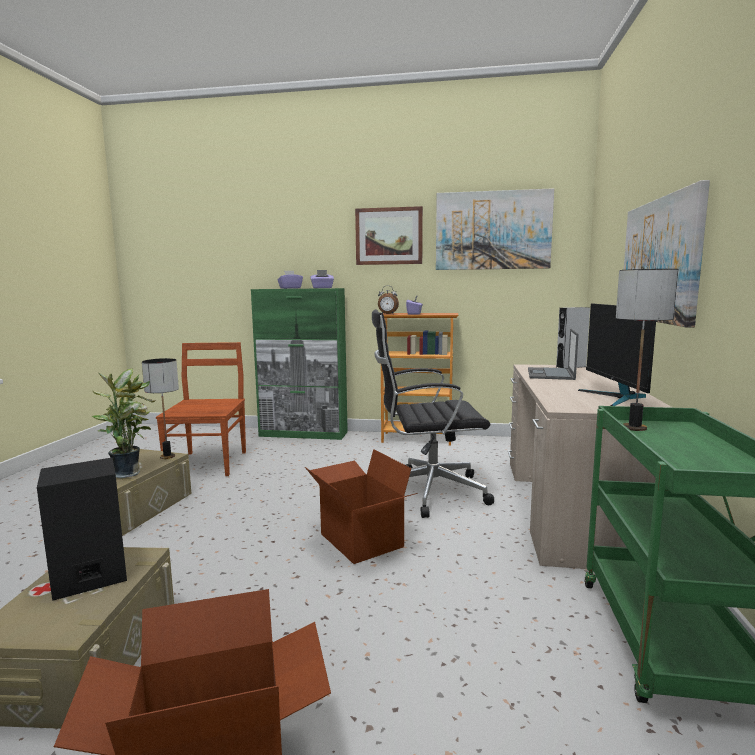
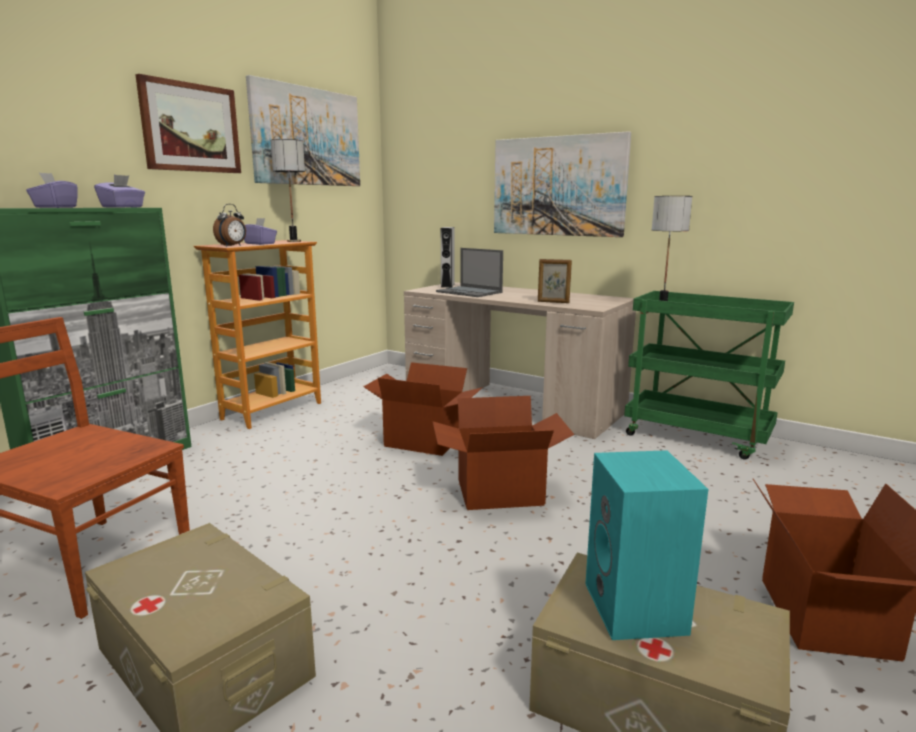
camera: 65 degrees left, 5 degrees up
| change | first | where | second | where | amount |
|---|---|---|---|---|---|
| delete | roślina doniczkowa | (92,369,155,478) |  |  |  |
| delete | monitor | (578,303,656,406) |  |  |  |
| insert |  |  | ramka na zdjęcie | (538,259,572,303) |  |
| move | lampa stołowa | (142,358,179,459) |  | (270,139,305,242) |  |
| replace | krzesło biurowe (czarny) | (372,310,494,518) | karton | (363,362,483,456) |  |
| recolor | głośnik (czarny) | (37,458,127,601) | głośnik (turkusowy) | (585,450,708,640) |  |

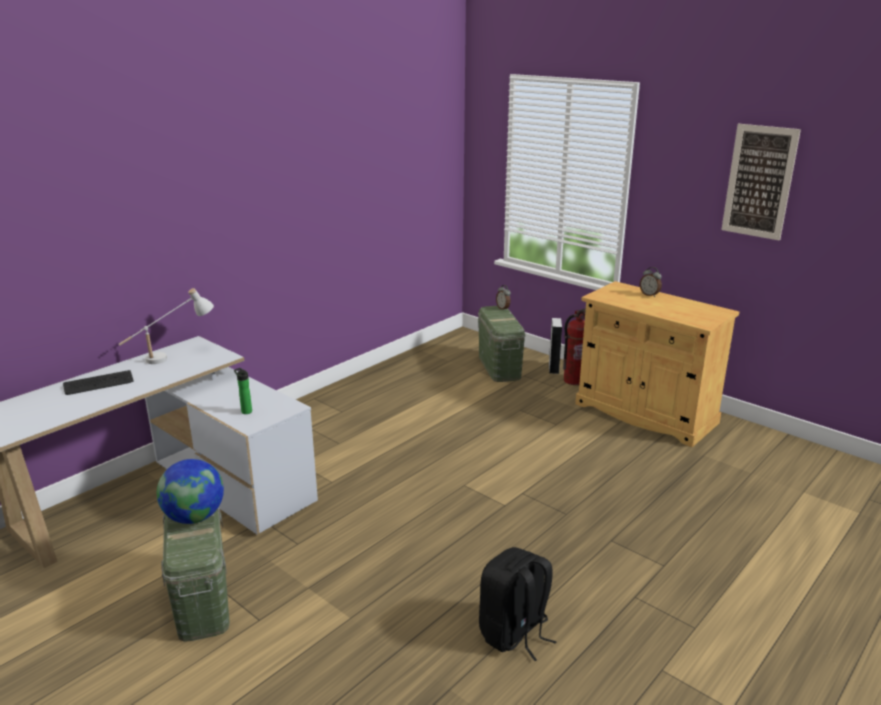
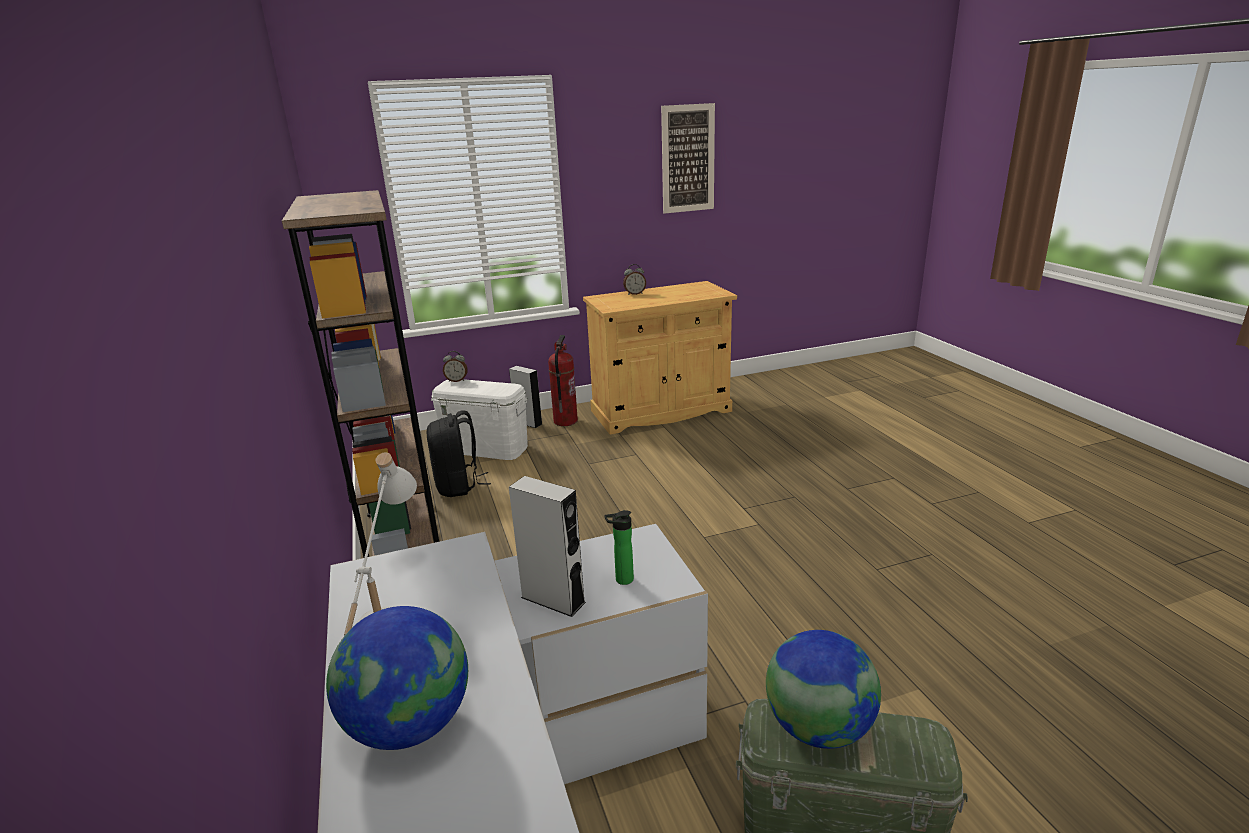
camera: 60 degrees left, 0 degrees up
| change | first | where | second | where | amount |
|---|---|---|---|---|---|
| insert |  |  | regał (brązowy) | (282,190,439,557) |  |
| insert |  |  | głośnik (szary) | (509,476,586,617) |  |
| move | plecak (czarny) | (479,547,557,661) |  | (427,410,491,497) |  |
| replace | klawiatura | (63,370,133,395) | globus | (326,606,468,750) |  |
| recolor | pojemnik do przechowywania (zielony) | (478,306,525,382) | pojemnik do przechowywania (biały) | (431,379,528,460) |  |

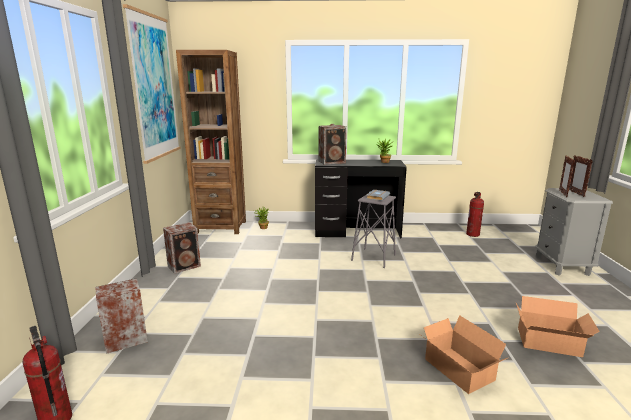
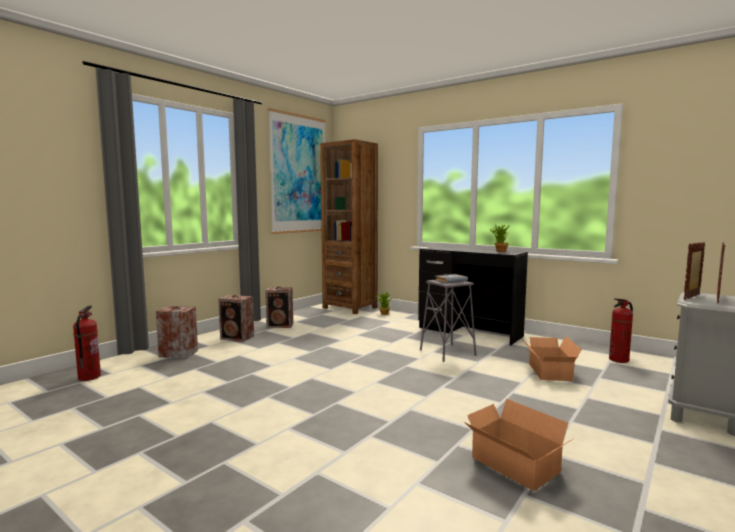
camera: 35 degrees right, 10 degrees down
| change | first | where | second | where | amount |
|---|---|---|---|---|---|
| move | głośnik | (319,124,347,165) |  | (218,295,254,342) |  |
| move | karton | (422,315,507,394) |  | (520,336,582,381) |  |

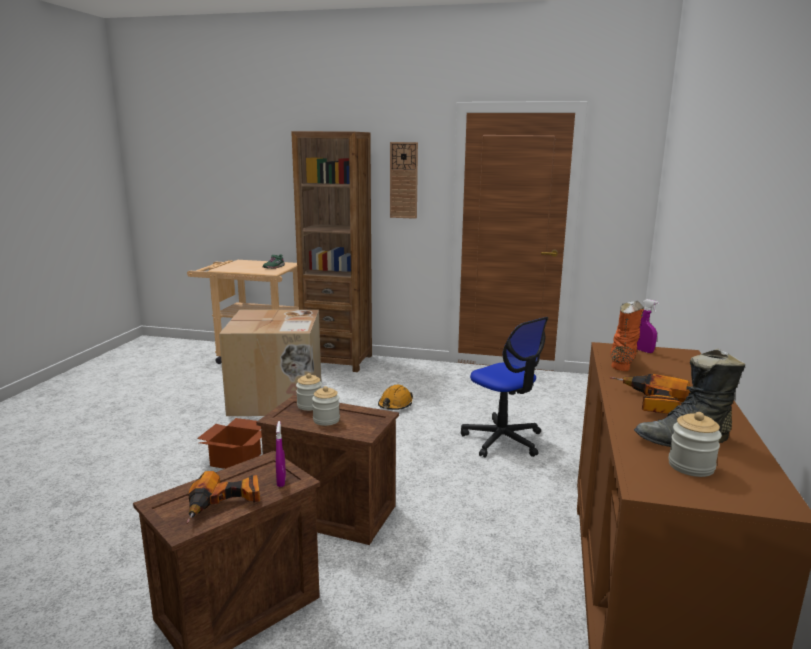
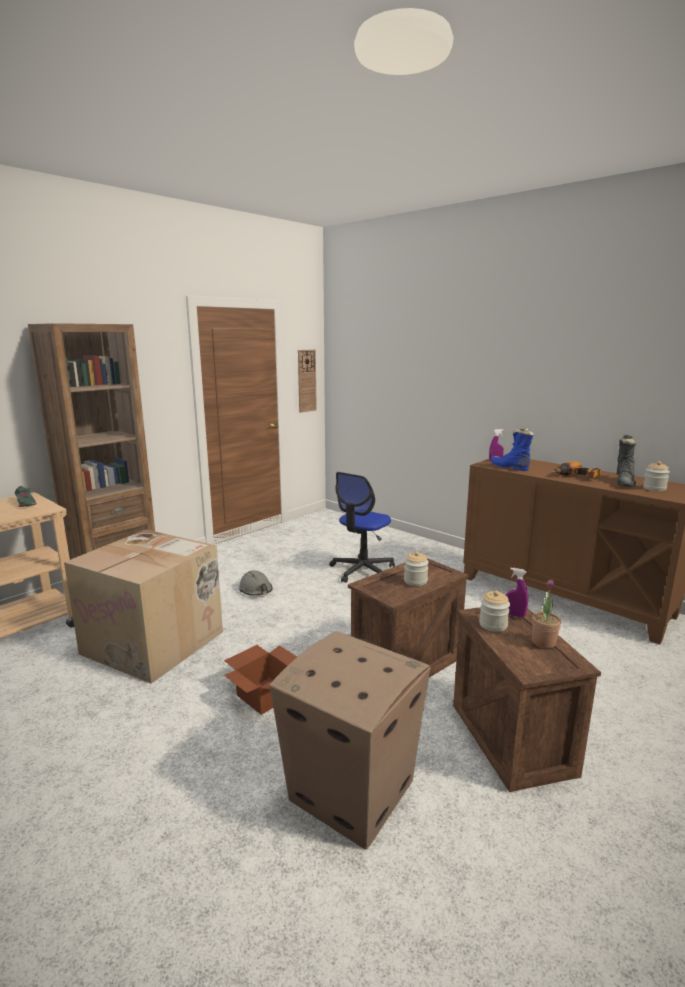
camera: 60 degrees left, 0 degrees up
| change | first | where | second | where | amount |
|---|---|---|---|---|---|
| insert |  |  | karton | (269,631,430,850) |  |
| move | słoik | (296,373,322,411) |  | (479,590,510,632) |  |
| move | zegar ścienny | (390,142,418,219) |  | (298,349,317,413) |  |
| replace | wiertarka | (186,471,260,524) | roślina doniczkowa | (532,580,561,648) |  |
| recolor | kask (pomarańczowy) | (378,384,413,410) | kask (szary) | (239,570,273,596) |  |
| recolor | but z cholewką (pomarańczowy) | (611,301,644,371) | but z cholewką (niebieski) | (491,428,534,471) |  |
| rotate | krzesło biurowe | (461,317,548,457) |  | (329,472,395,583) | 135 degrees clockwise |

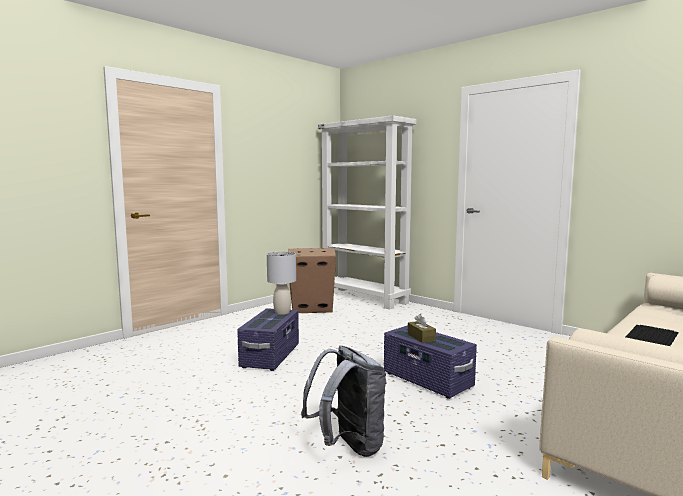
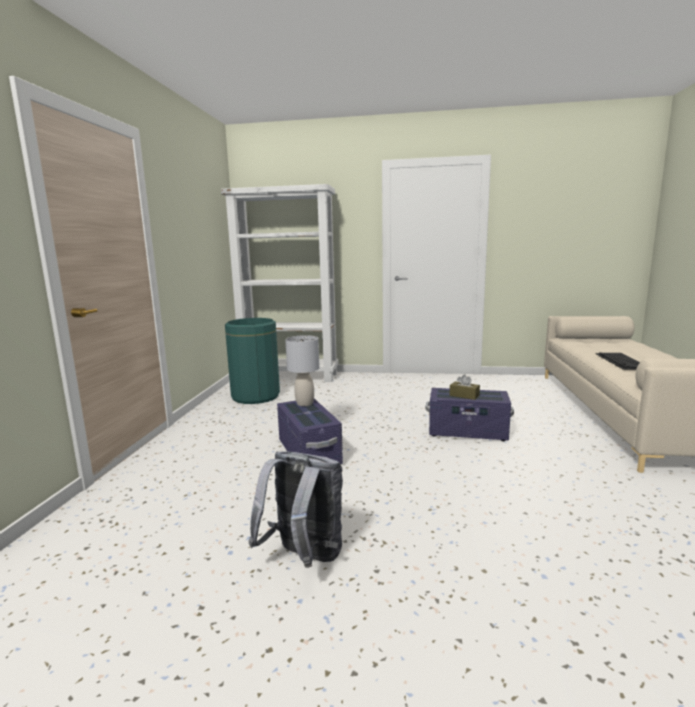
camera: 35 degrees left, 5 degrees up
| change | first | where | second | where | amount |
|---|---|---|---|---|---|
| move | plecak (szary) | (301,345,387,457) |  | (249,451,343,568) |  |
| replace | karton | (288,248,336,313) | kosz na śmieci (zielony) | (225,318,280,404) |  |

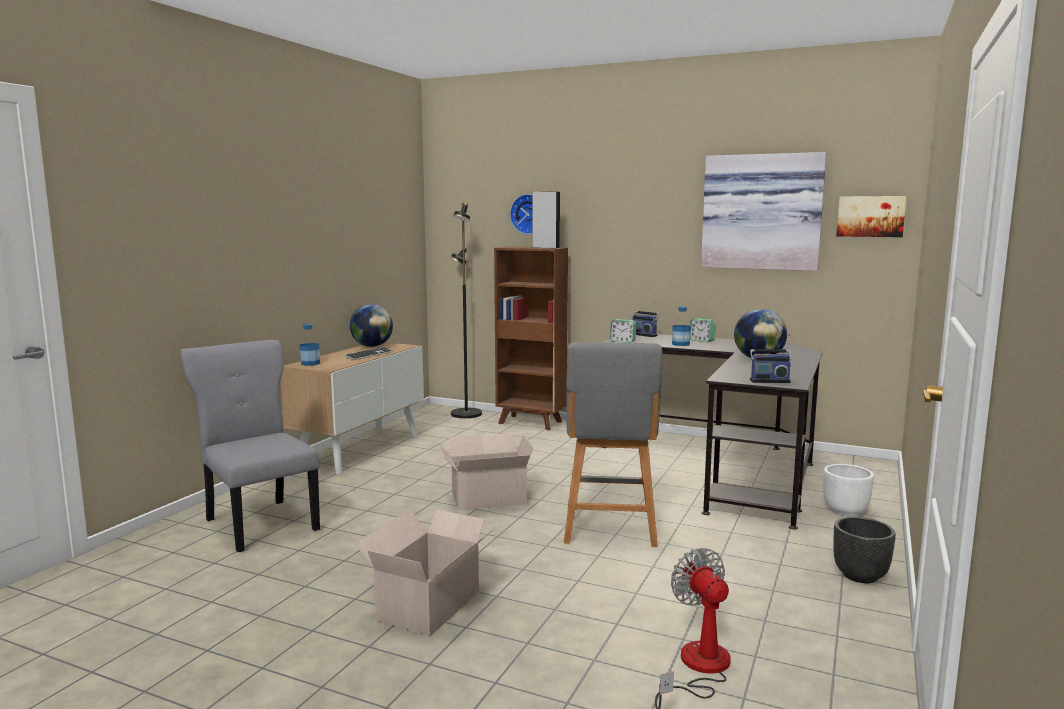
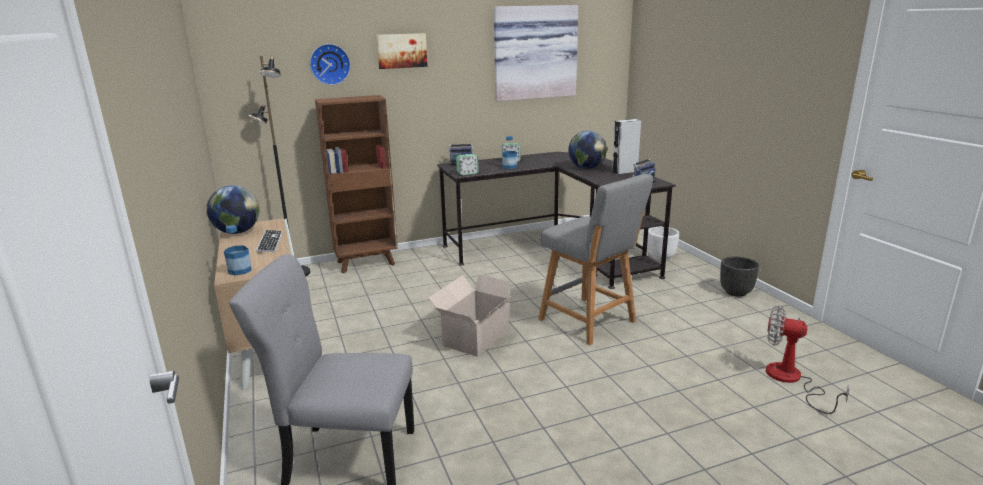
camera: 45 degrees left, 10 degrees up
| change | first | where | second | where | amount |
|---|---|---|---|---|---|
| delete | karton | (355,509,496,636) |  |  |  |
| move | głośnik (szary) | (532,192,560,248) |  | (612,119,641,175) |  |
| move | obraz | (836,196,906,237) |  | (376,33,428,69) |  |

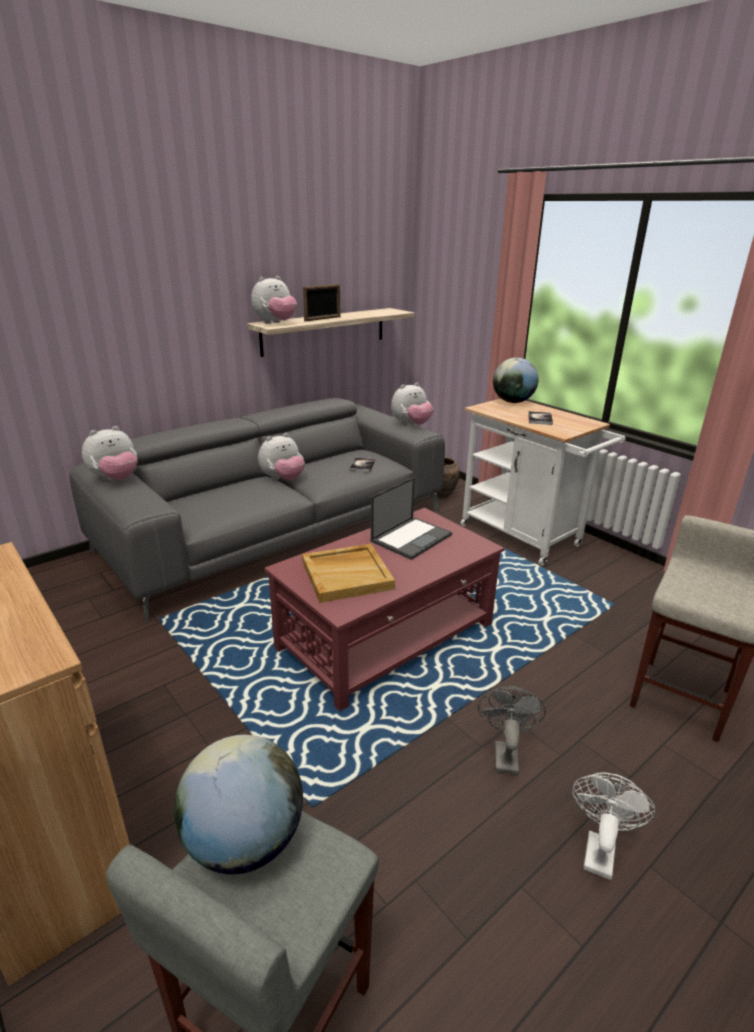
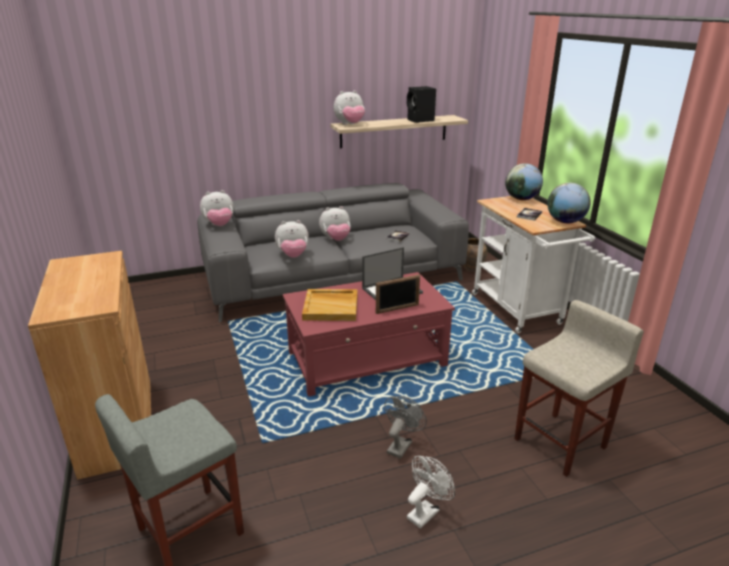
camera: 20 degrees right, 0 degrees up
| change | first | where | second | where | amount |
|---|---|---|---|---|---|
| insert |  |  | głośnik (czarny) | (407,86,436,123) |  |
| move | globus | (174,735,303,874) |  | (547,183,591,223) |  |
| move | ramka na zdjęcie | (303,284,340,321) |  | (376,275,420,314) |  |
| move | pluszak | (391,383,434,425) |  | (275,220,309,258) |  |

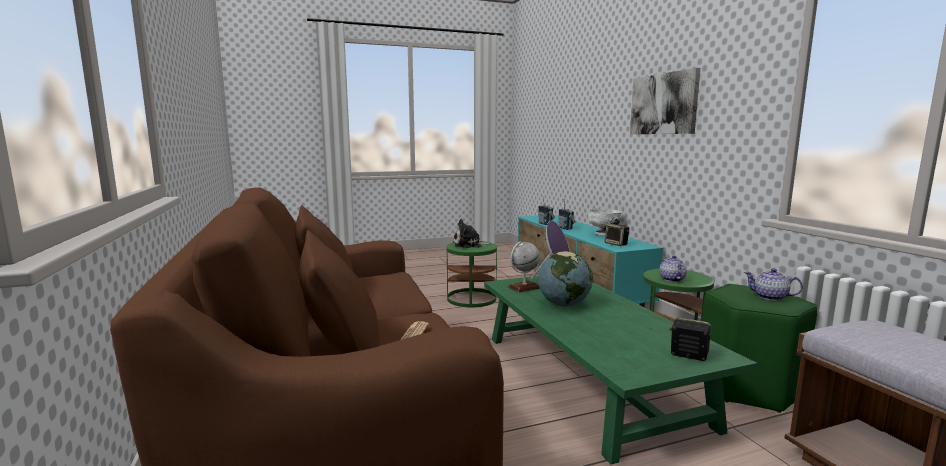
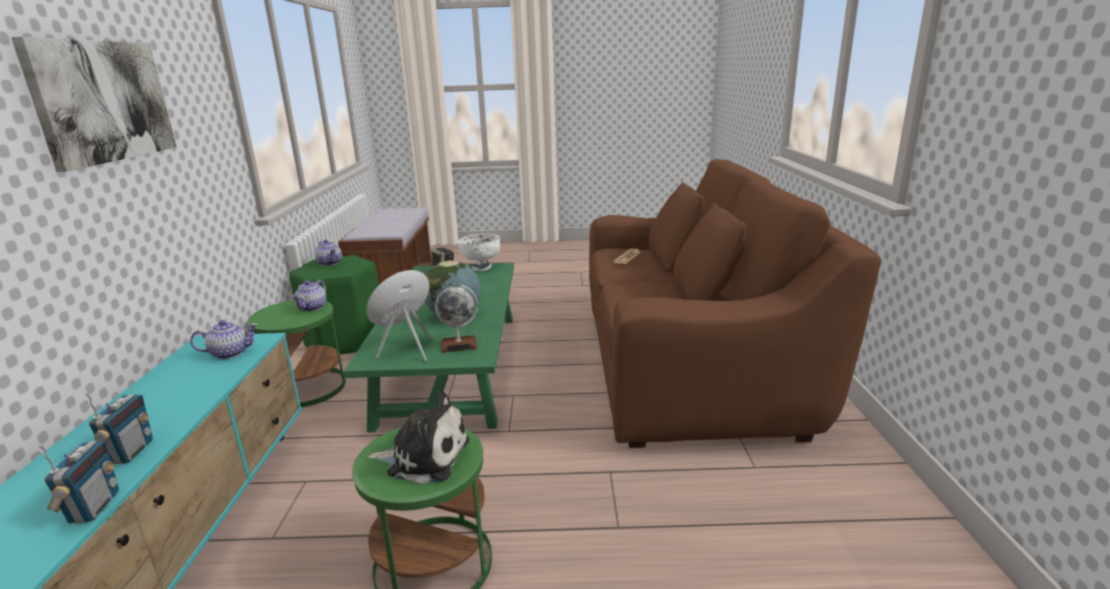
camera: 160 degrees left, 10 degrees up
| change | first | where | second | where | amount |
|---|---|---|---|---|---|
| move | miska (biały) | (588,208,622,235) |  | (458,234,500,271) |  |
| replace | głośnik | (604,224,629,246) | imbryk | (190,320,258,359) |  |

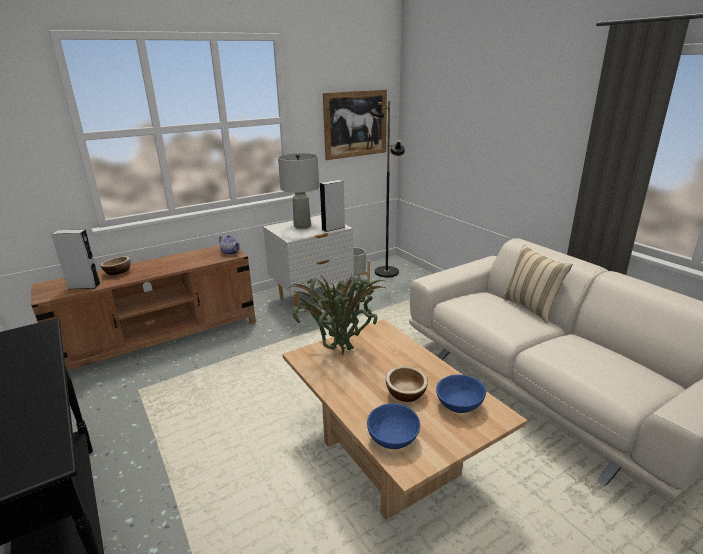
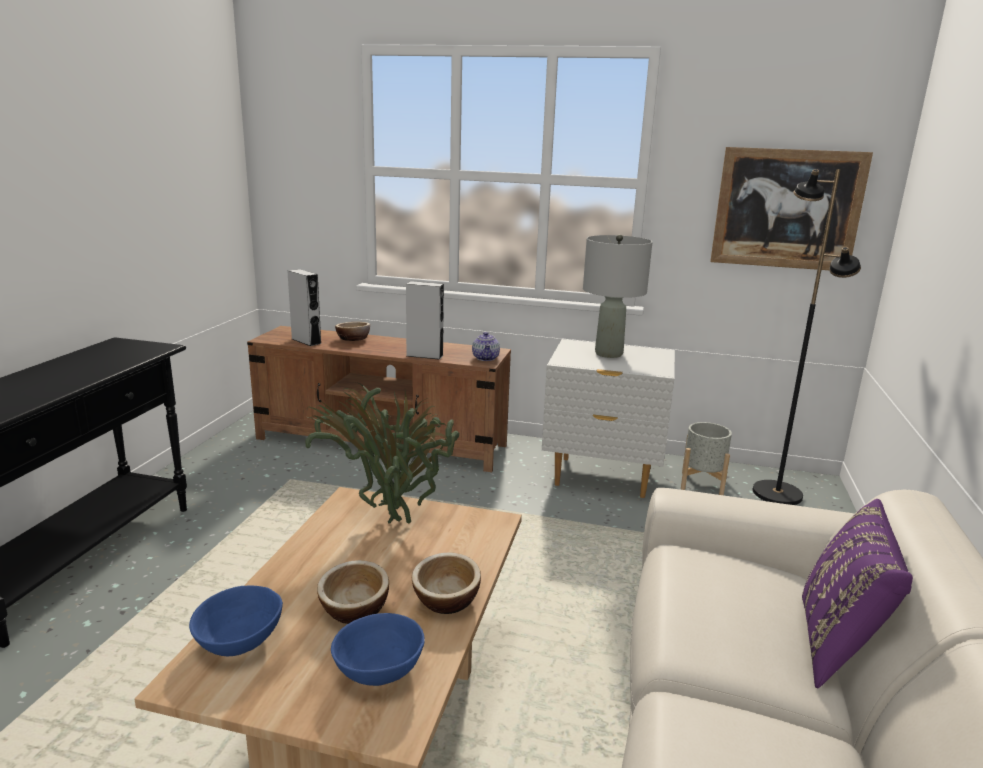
camera: 45 degrees right, 5 degrees down
| change | first | where | second | where | amount |
|---|---|---|---|---|---|
| insert |  |  | miska | (412,552,481,614) |  |
| move | głośnik (szary) | (320,180,345,232) |  | (406,281,444,360) |  |
| recolor | poduszka (beżowy) | (501,245,573,323) | poduszka (fioletowy) | (802,499,913,688) |  |

